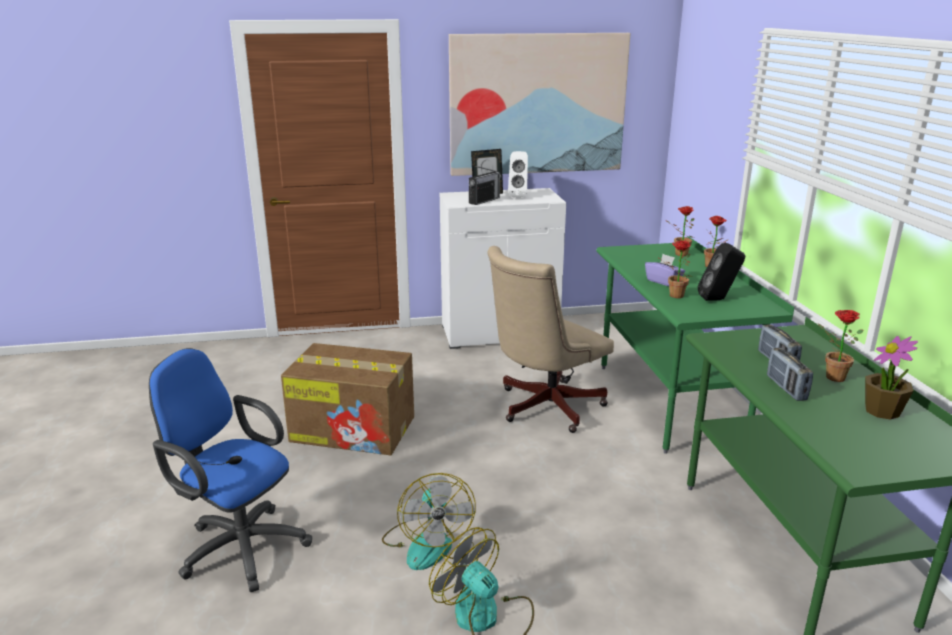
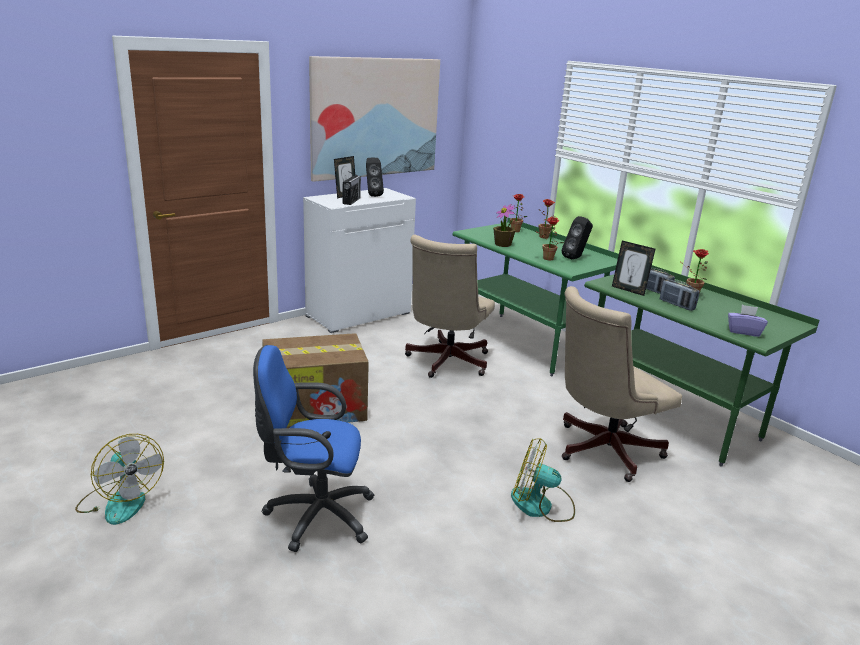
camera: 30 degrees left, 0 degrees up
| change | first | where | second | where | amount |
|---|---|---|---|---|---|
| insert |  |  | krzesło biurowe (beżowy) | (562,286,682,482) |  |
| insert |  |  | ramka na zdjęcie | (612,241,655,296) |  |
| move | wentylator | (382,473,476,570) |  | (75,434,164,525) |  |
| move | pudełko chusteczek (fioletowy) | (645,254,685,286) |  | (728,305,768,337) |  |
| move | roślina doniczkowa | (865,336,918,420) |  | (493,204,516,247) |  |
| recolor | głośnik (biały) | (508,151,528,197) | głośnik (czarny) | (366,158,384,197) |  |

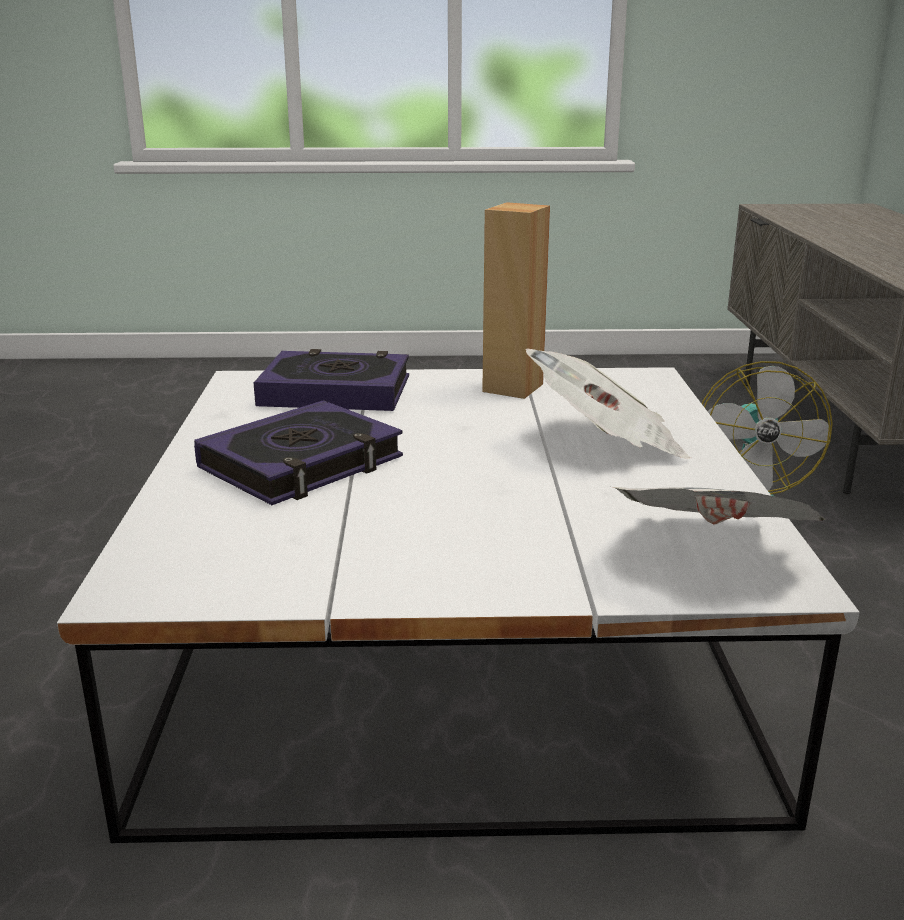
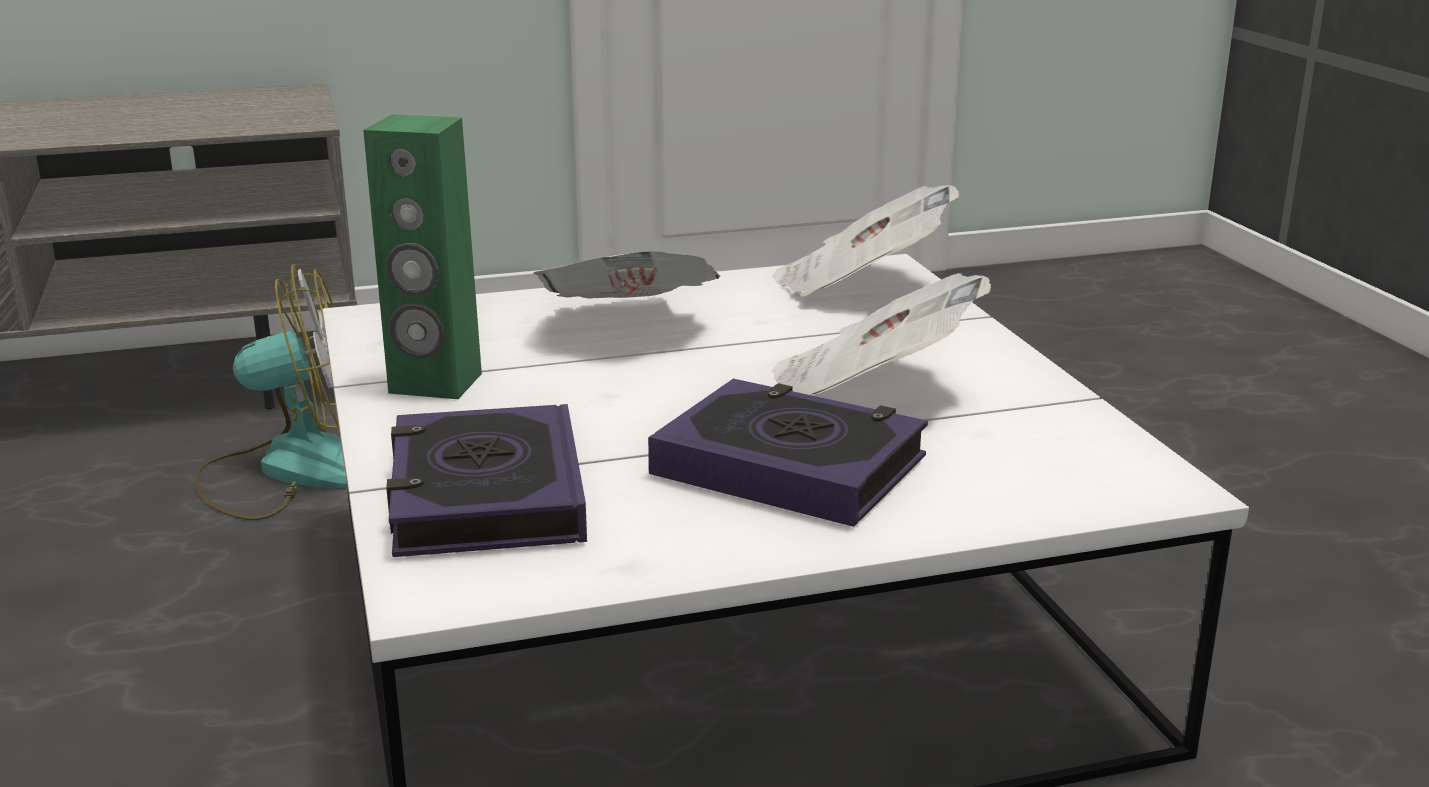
camera: 105 degrees left, 0 degrees up
| change | first | where | second | where | amount |
|---|---|---|---|---|---|
| insert |  |  | gazeta | (772,273,991,395) |  |
| recolor | głośnik (brązowy) | (482,202,550,399) | głośnik (zielony) | (363,114,482,399) |  |

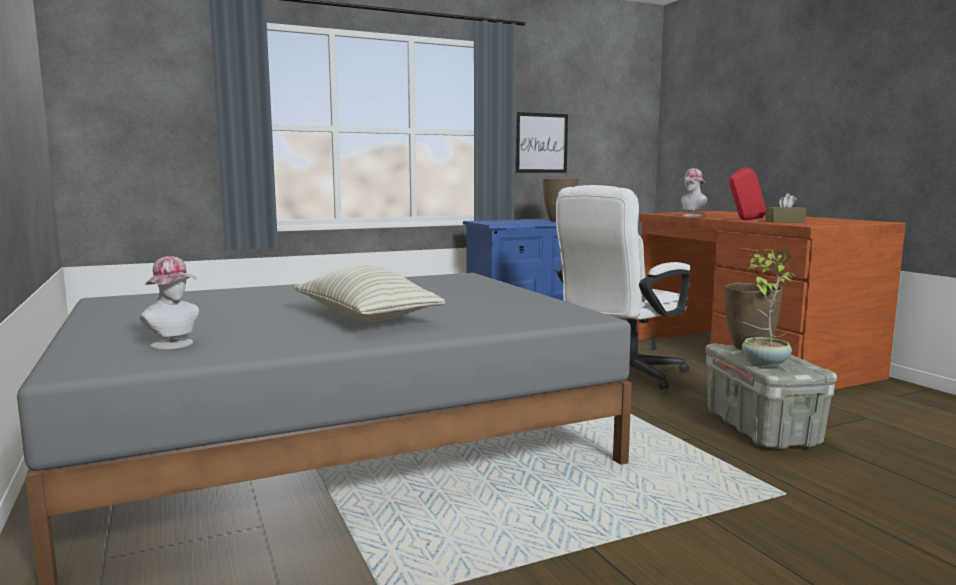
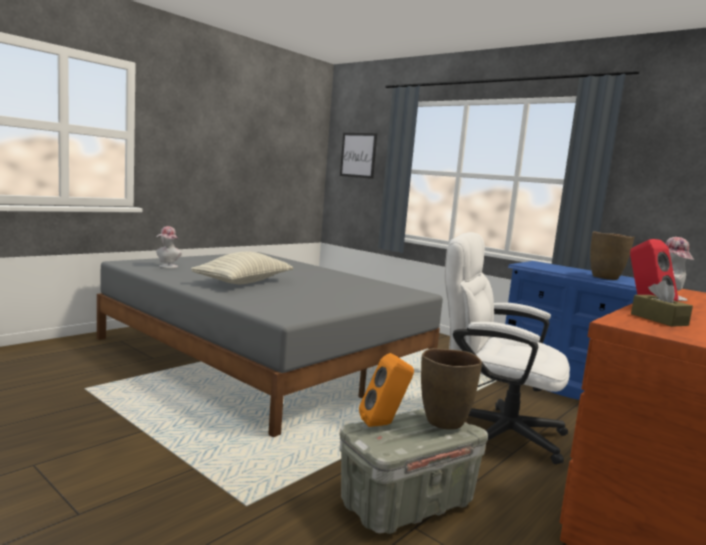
camera: 65 degrees right, 0 degrees up
| change | first | where | second | where | amount |
|---|---|---|---|---|---|
| move | obraz | (515,112,568,173) |  | (340,133,377,179) |  |
| replace | roślina doniczkowa | (742,249,797,367) | głośnik (pomarańczowy) | (359,353,414,427) |  |

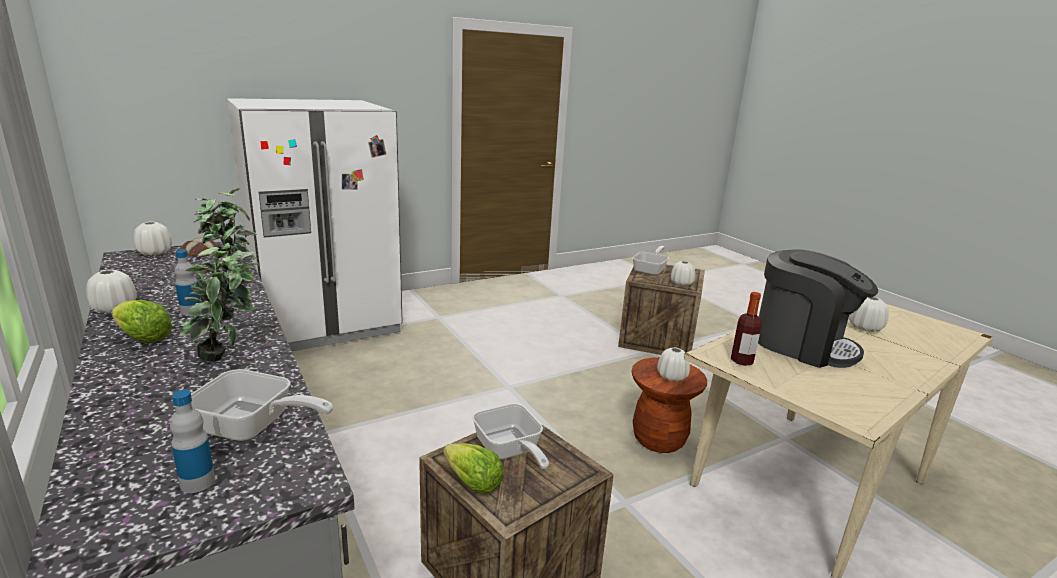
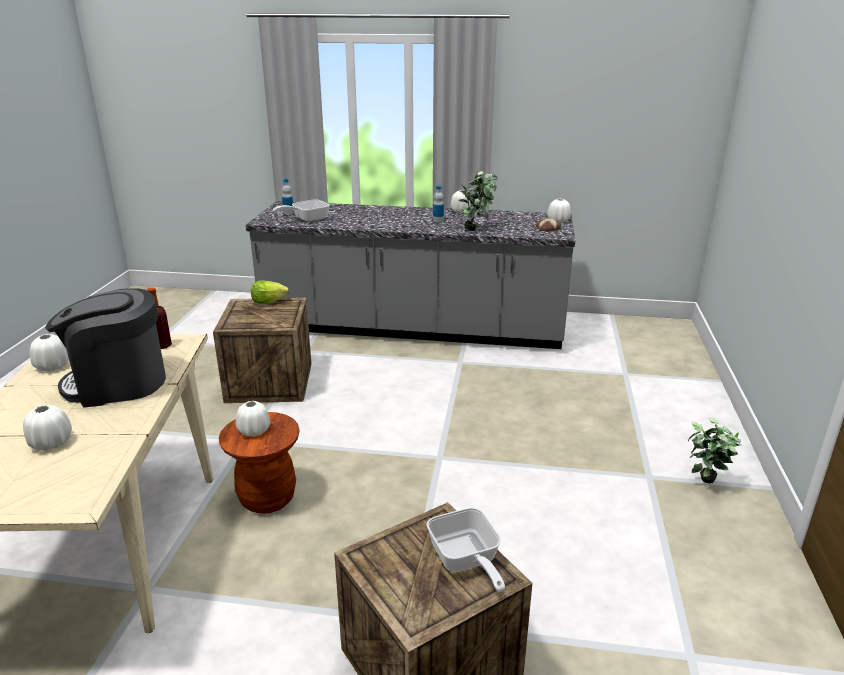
camera: 130 degrees right, 5 degrees up
| change | first | where | second | where | amount |
|---|---|---|---|---|---|
| delete | sałata | (111,300,173,343) |  |  |  |
| delete | lodówka (biały) | (227,98,403,351) |  |  |  |
| delete | patelnia | (472,403,549,469) |  |  |  |
| move | roślina doniczkowa | (179,247,260,362) |  | (688,418,742,483) |  |
| move | wazon (biały) | (671,261,695,286) |  | (30,334,69,372) |  |

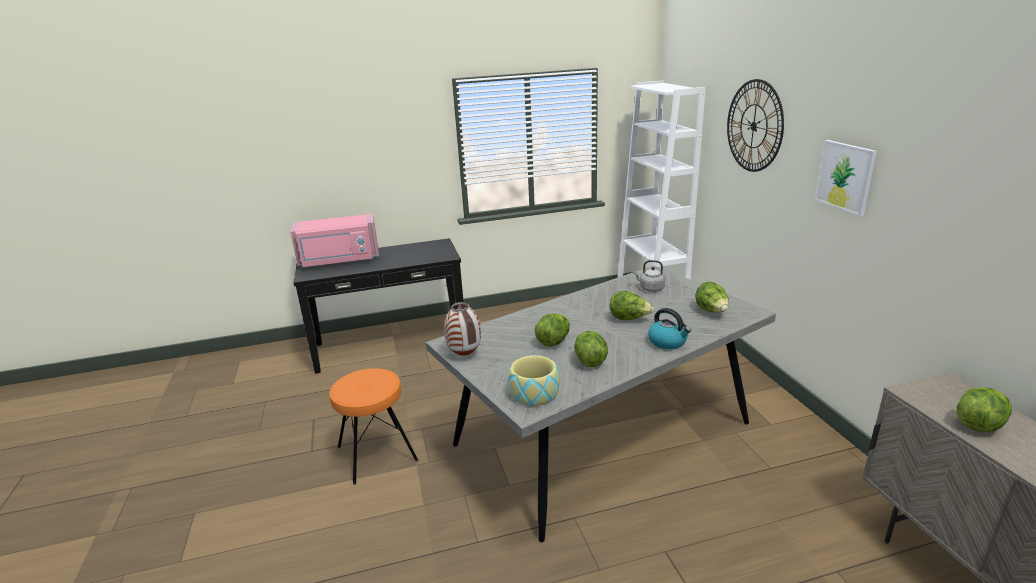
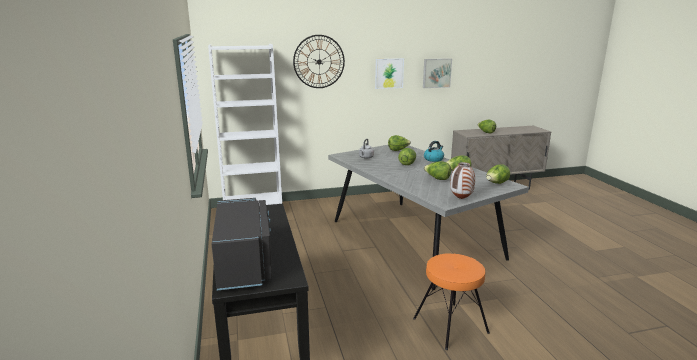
camera: 90 degrees left, 5 degrees down
| change | first | where | second | where | amount |
|---|---|---|---|---|---|
| insert |  |  | obraz | (423,58,452,88) |  |
| replace | miska | (508,355,560,406) | sałata | (486,164,510,184) |  |
| recolor | mikrofalówka (różowy) | (290,214,379,267) | mikrofalówka (czarny) | (212,198,272,290) |  |

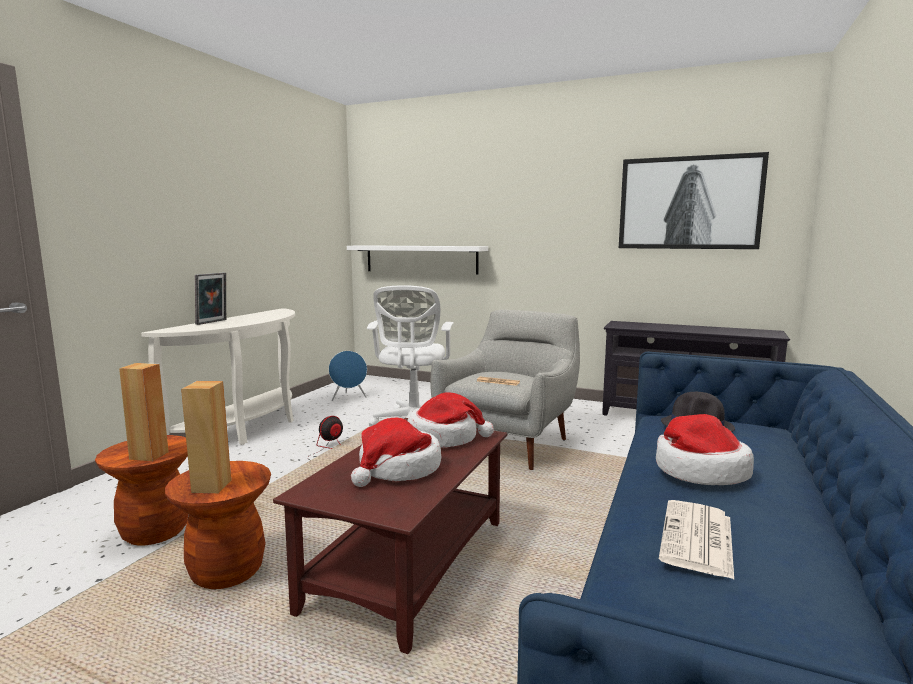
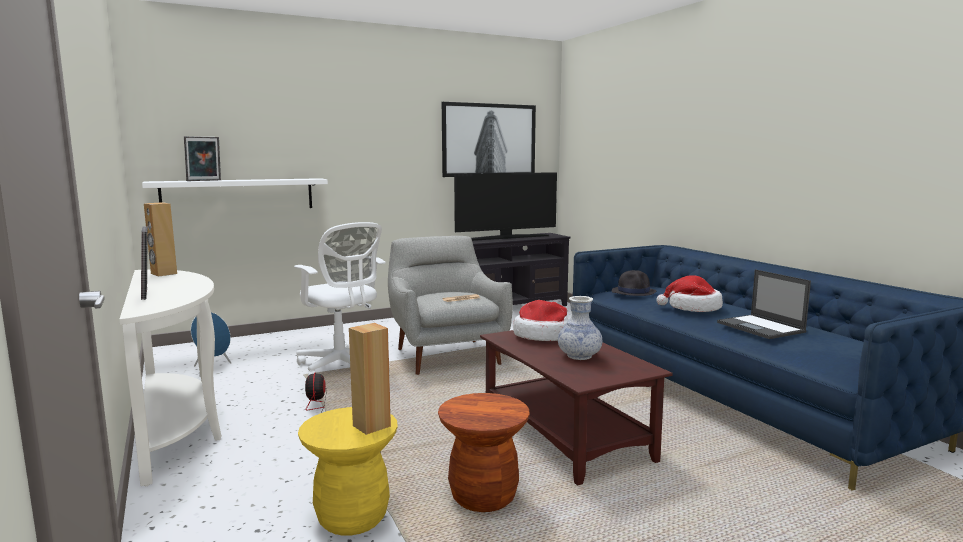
camera: 50 degrees left, 0 degrees up
| change | first | where | second | where | amount |
|---|---|---|---|---|---|
| insert |  |  | ramka na zdjęcie | (184,136,221,181) |  |
| insert |  |  | telewizor | (454,172,557,241) |  |
| move | głośnik (brązowy) | (181,381,231,493) |  | (144,202,177,277) |  |
| replace | kapelusz | (351,418,441,487) | wazon | (558,296,602,360) |  |
| replace | gazeta | (659,500,734,579) | laptop | (717,269,811,339) |  |
| recolor | stołek (brązowy) | (95,435,188,545) | stołek (żółty) | (298,407,398,536) |  |

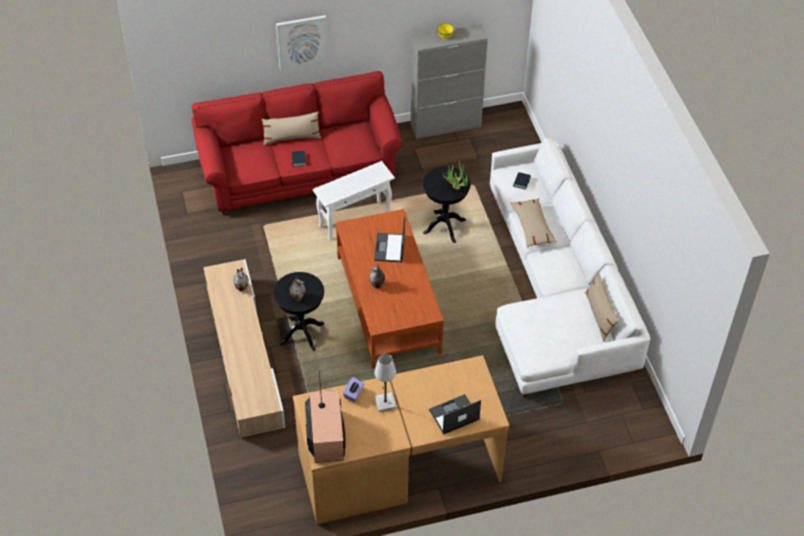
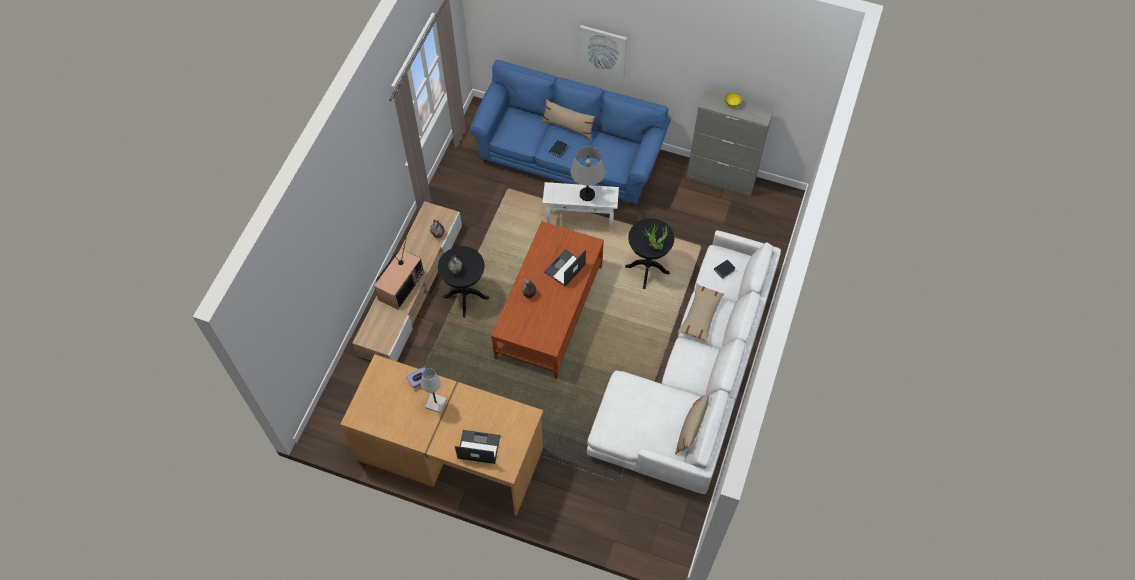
camera: 35 degrees right, 10 degrees up
| change | first | where | second | where | amount |
|---|---|---|---|---|---|
| insert |  |  | lampa stołowa (szary) | (570,146,605,201) |  |
| move | telewizor | (305,371,346,463) |  | (374,240,424,309) |  |
| recolor | kanapa (czerwony) | (191,71,403,215) | kanapa (niebieski) | (469,60,671,206) |  |

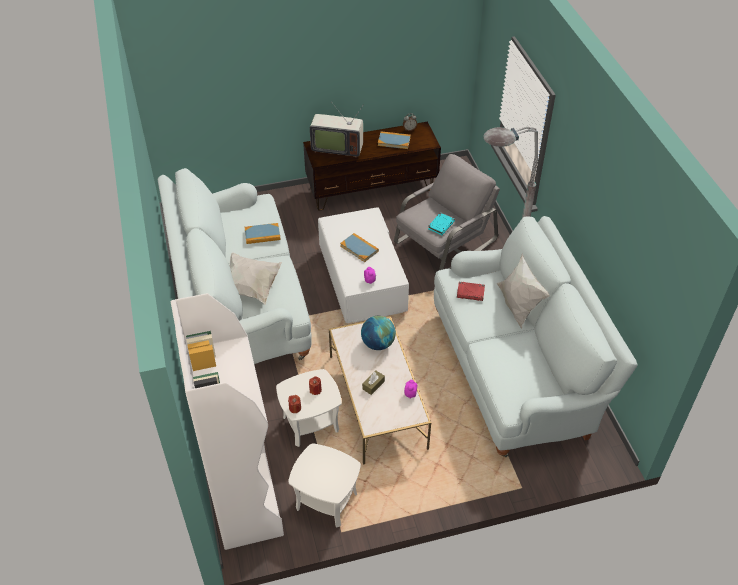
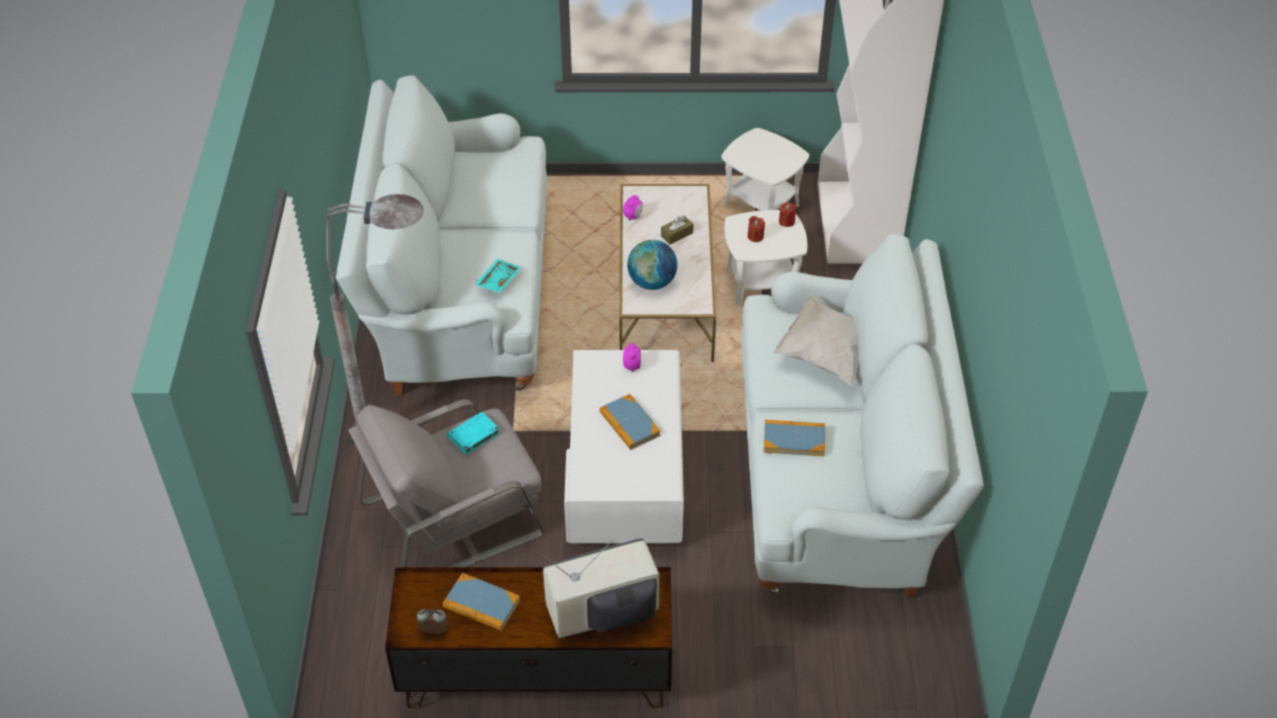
camera: 165 degrees left, 0 degrees up
| change | first | where | second | where | amount |
|---|---|---|---|---|---|
| delete | poduszka (biały) | (497,253,550,329) |  |  |  |
| replace | książka (czerwony) | (457,282,485,301) | taca (turkusowy) | (474,259,522,293) |  |
| rotate | telewizor | (310,103,364,158) |  | (541,538,660,639) | 45 degrees counterclockwise |

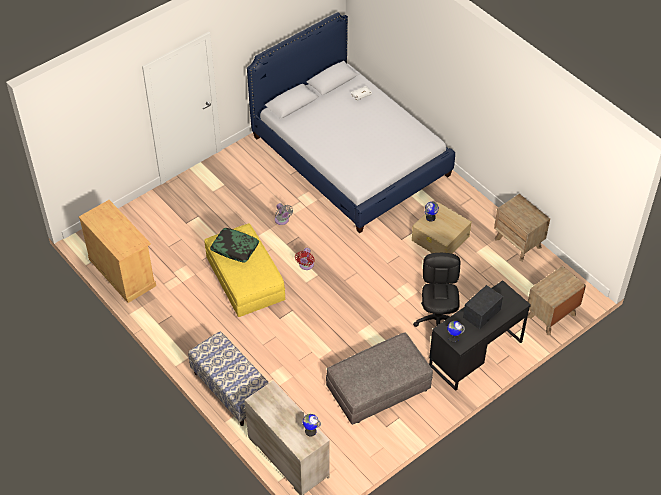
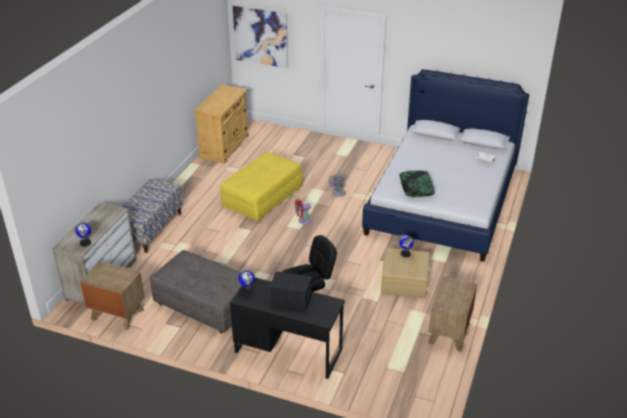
camera: 60 degrees right, 15 degrees down
| change | first | where | second | where | amount |
|---|---|---|---|---|---|
| insert |  |  | obraz | (233,6,288,68) |  |
| move | poduszka | (210,228,259,263) |  | (399,171,435,197) |  |
| move | szafka nocna (brązowy) | (527,266,586,335) |  | (80,261,145,330) |  |

